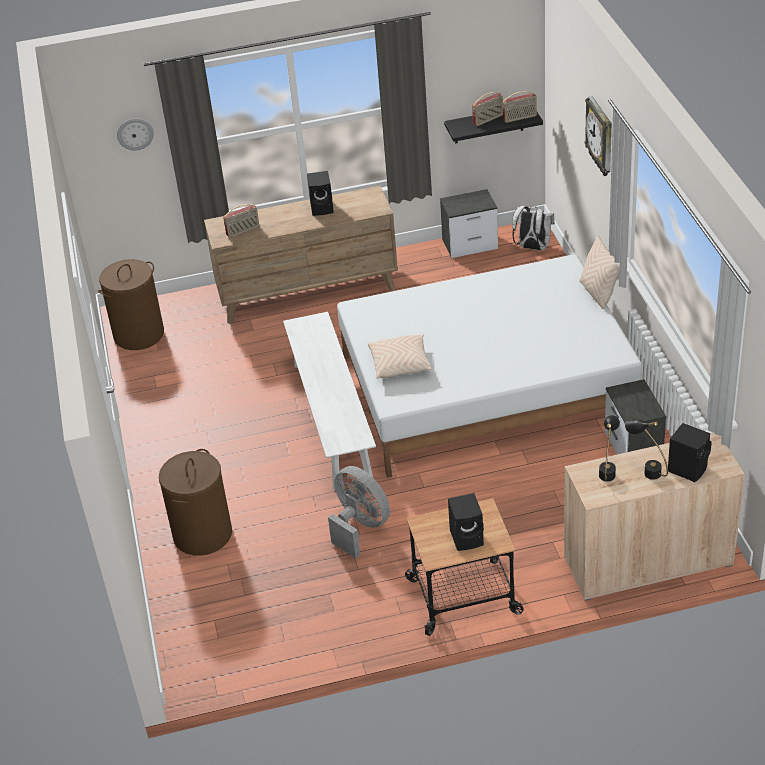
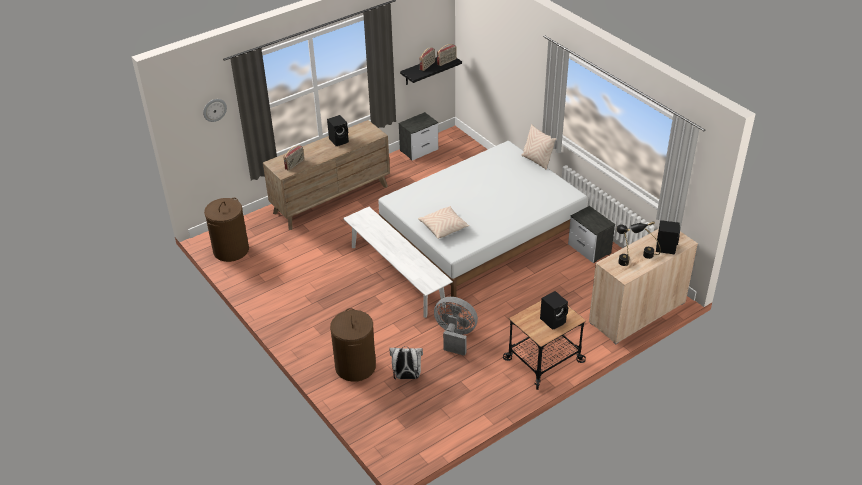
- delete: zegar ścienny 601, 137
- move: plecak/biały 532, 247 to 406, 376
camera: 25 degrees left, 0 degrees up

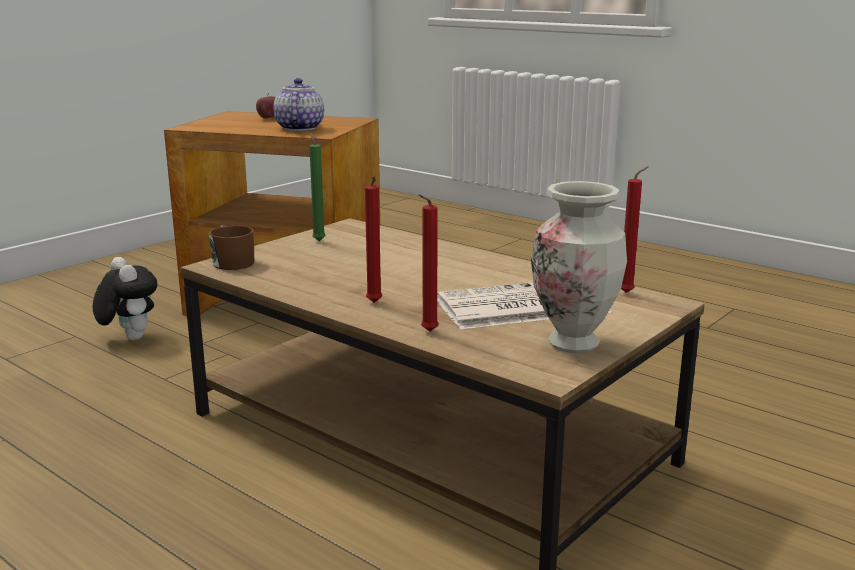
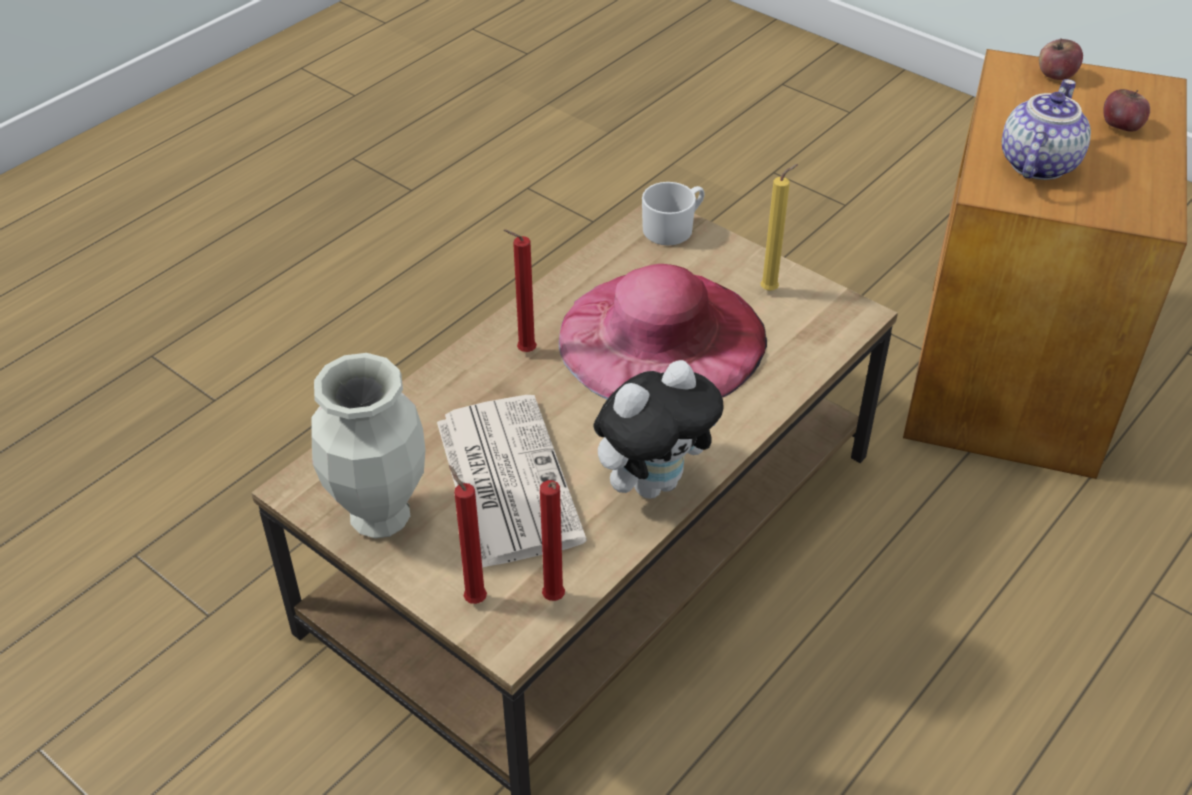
- rotate: imbryk 298, 128 = 1036, 163 60 degrees counterclockwise
- recolor: świeca/zielony 318, 240 to świeca/żółty 771, 290
- move: świeca/czerwony 427, 332 to 473, 598
- recolor: kubek/brązowy 231, 262 to kubek/biały 673, 228
- move: pluszak 129, 338 to 653, 482
- insert: jabłko 1055, 75
- insert: kapelusz/różowy 662, 337
camera: 90 degrees right, 25 degrees up

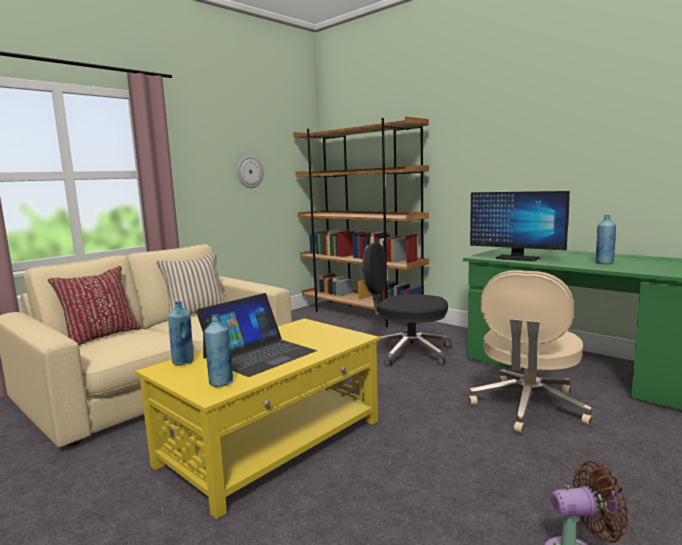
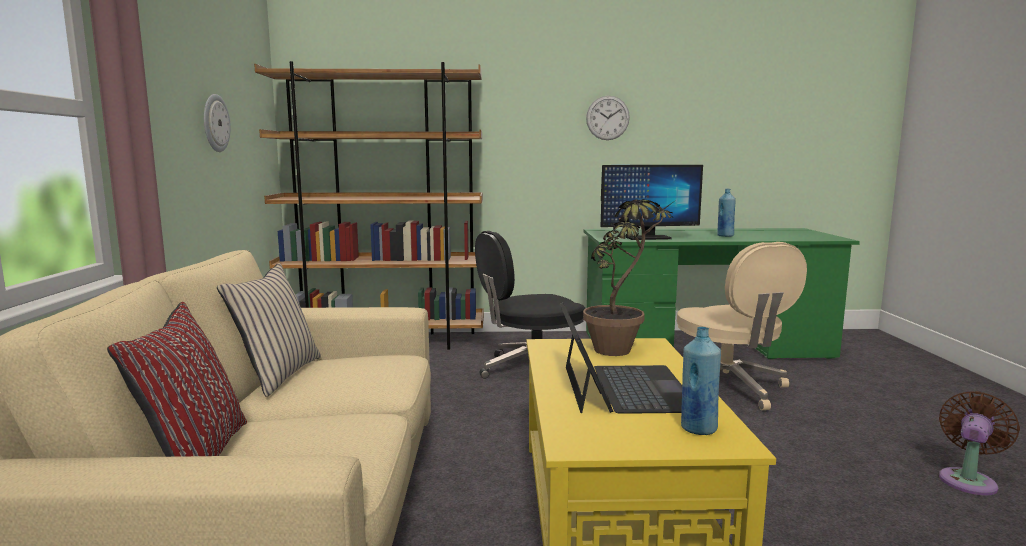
- delete: butelka/niebieski 183, 362
- insert: zegar ścienny 607, 118
- insert: roślina doniczkowa 622, 348
camera: 45 degrees left, 0 degrees up

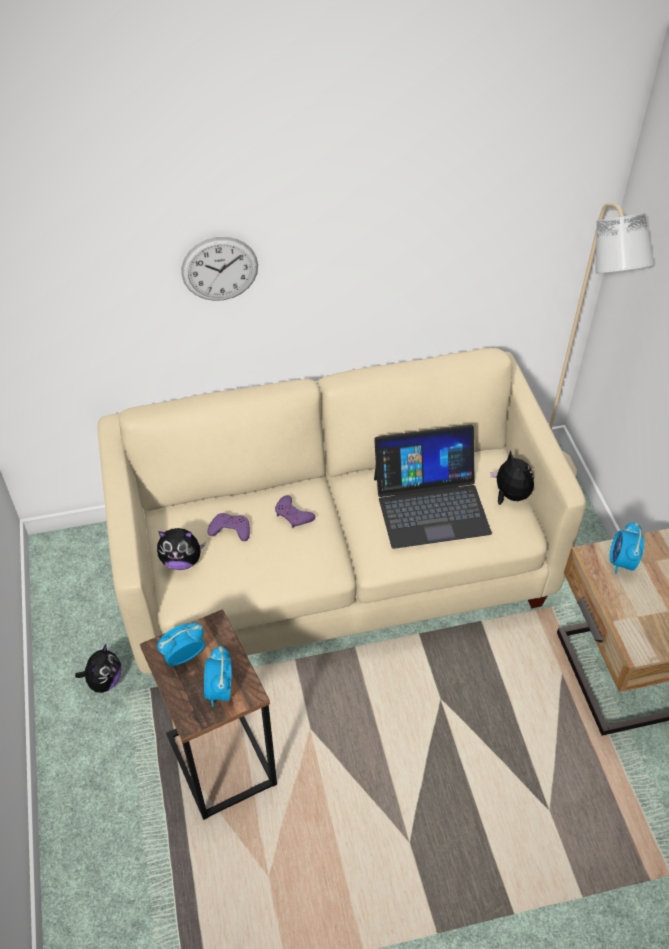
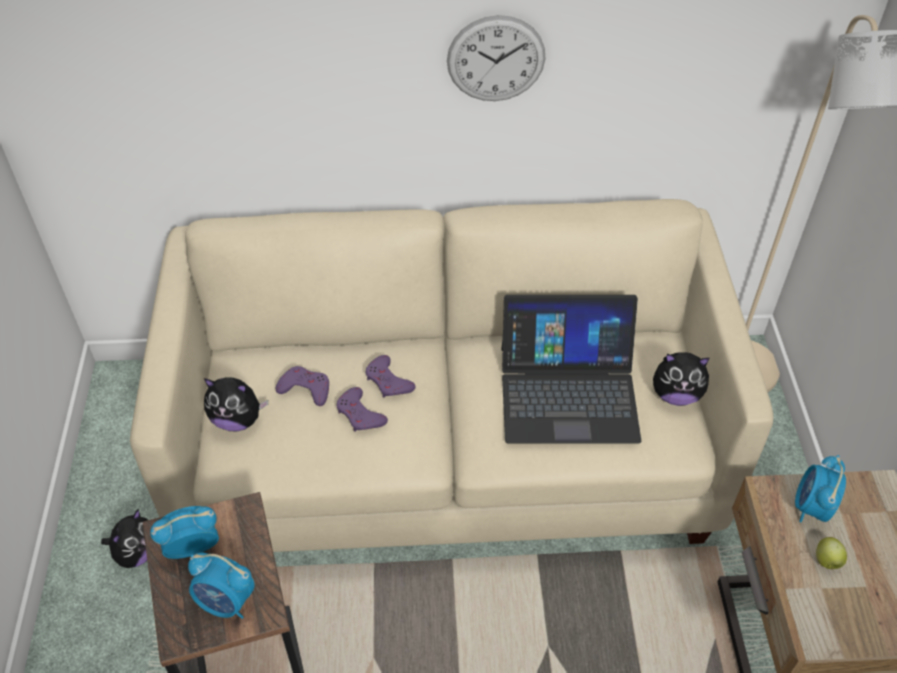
- move: zegar ścienny 219, 269 to 496, 59
- rotate: pluszak 510, 495 = 676, 394 120 degrees clockwise
- rotate: budzik 219, 690 = 226, 602 75 degrees counterclockwise
- insert: pad do gier/fioletowy 360, 414
- insert: jabłko 827, 561
camera: 10 degrees right, 0 degrees up

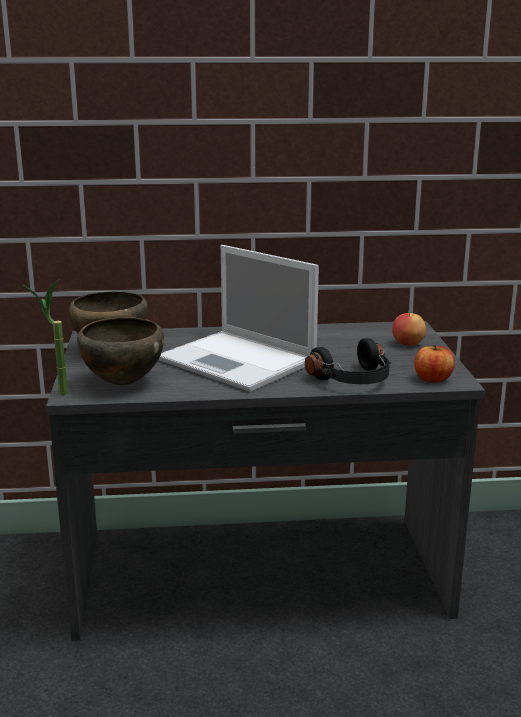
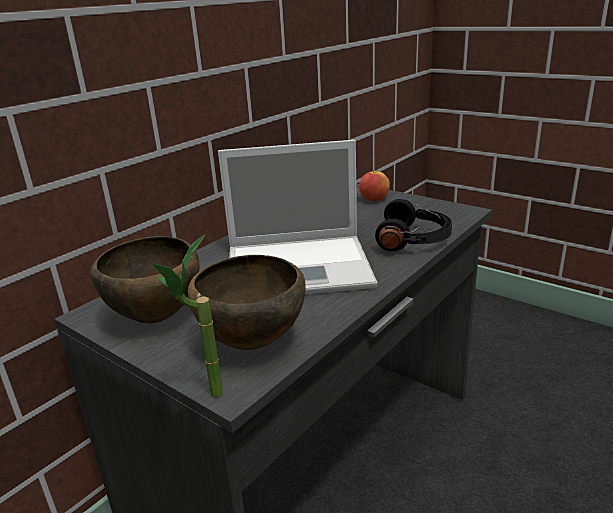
- delete: jabłko 432, 379
camera: 45 degrees left, 5 degrees up

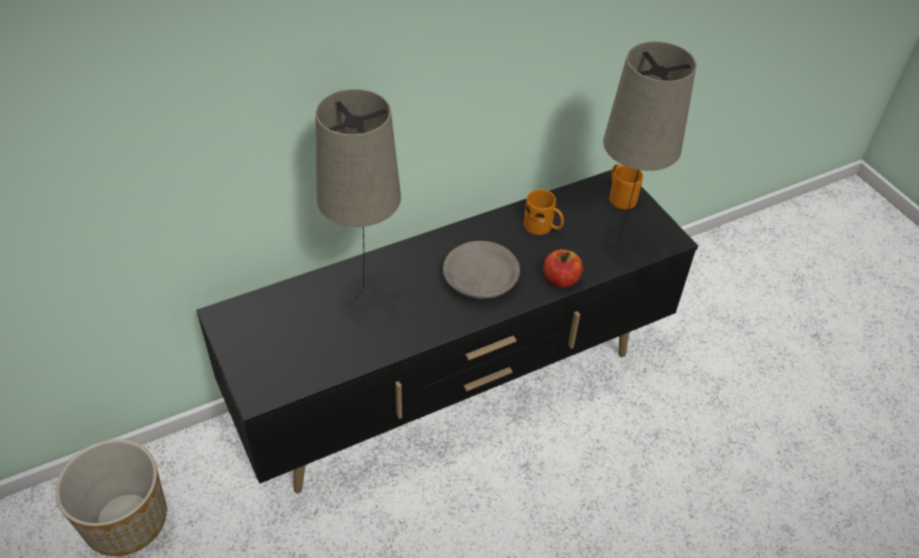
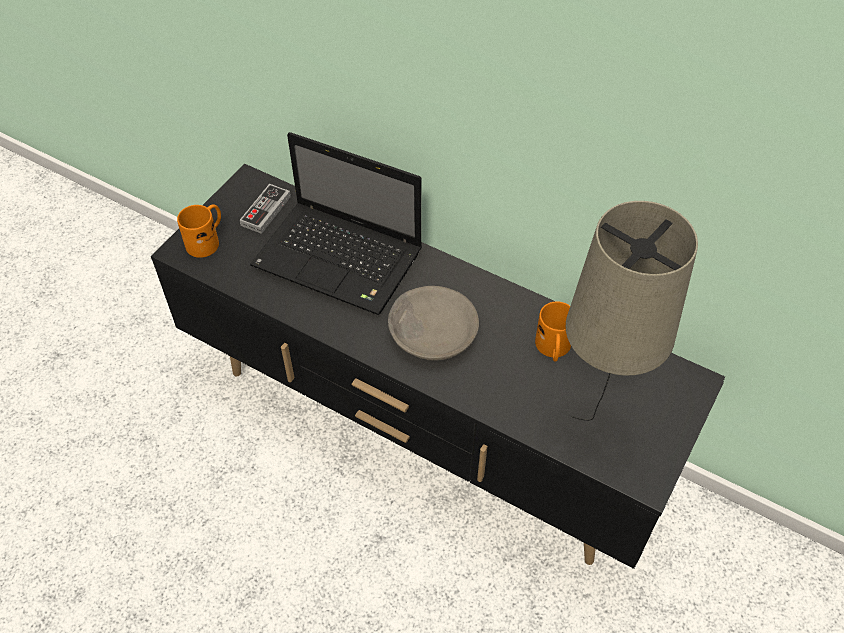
- replace: lampa stołowa/beżowy 365, 297 to laptop 341, 260
- move: kubek/pomarańczowy 619, 196 to 207, 240
- delete: jabłko 560, 280
- delete: donica 125, 520
- insert: pad do gier 266, 211
camera: 60 degrees right, 5 degrees up

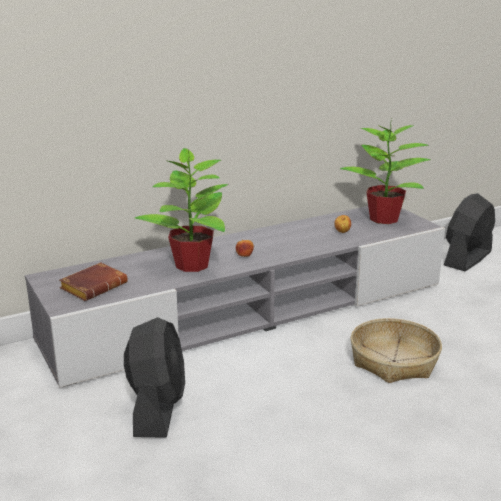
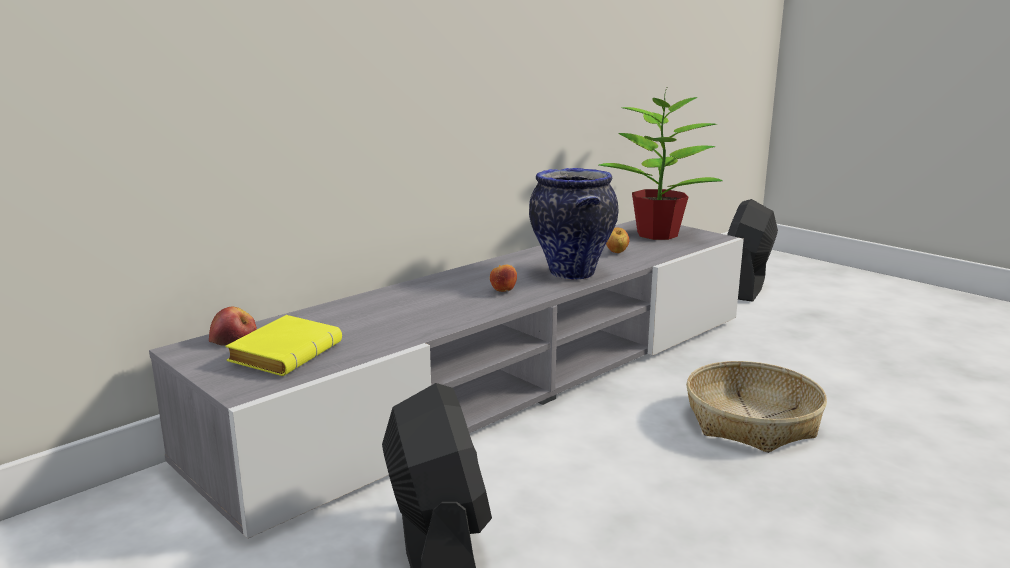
- delete: roślina doniczkowa 191, 265
- recolor: książka/brązowy 94, 286 to książka/żółty 285, 353
- insert: wazon 571, 273
- insert: jabłko 233, 338
camera: 15 degrees left, 5 degrees down

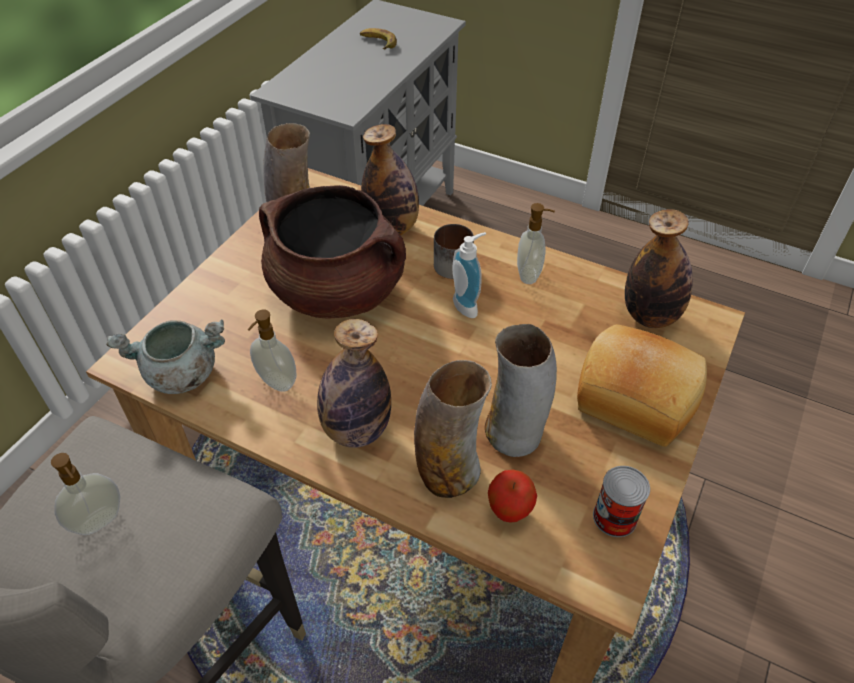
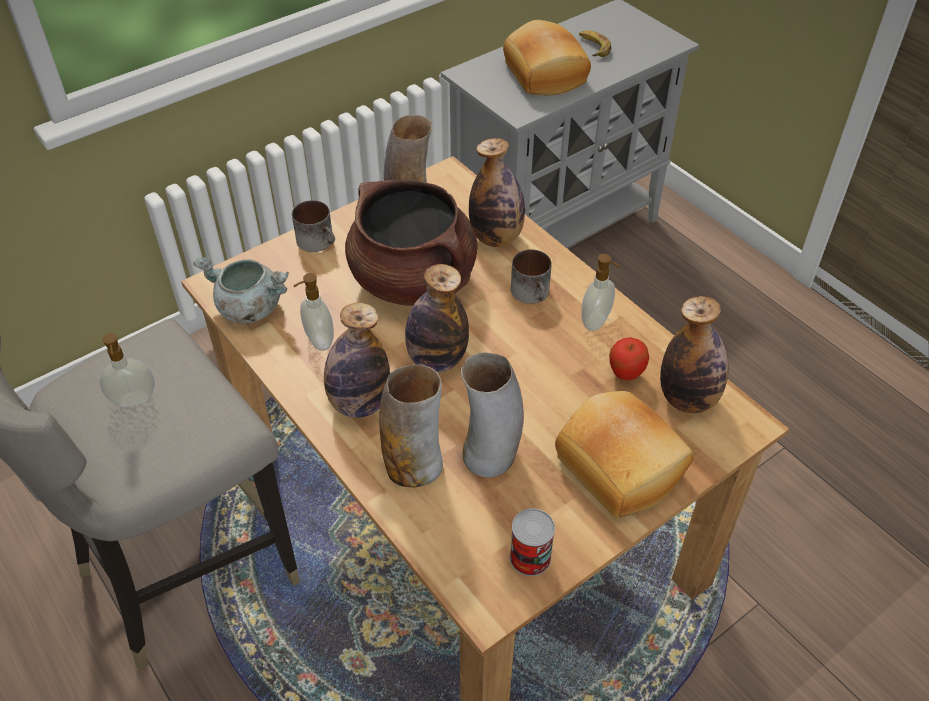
- delete: dozownik mydła 468, 305
- move: jabłko 509, 511 to 625, 374
- insert: chleb 543, 75
- insert: kubek 319, 241
- insert: butelka 437, 360
camera: 25 degrees right, 0 degrees up

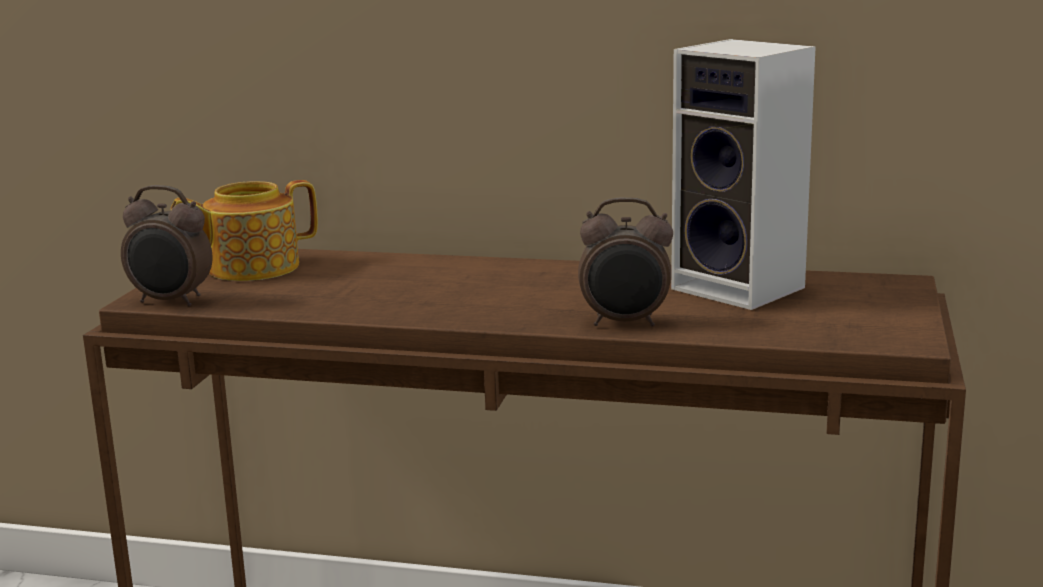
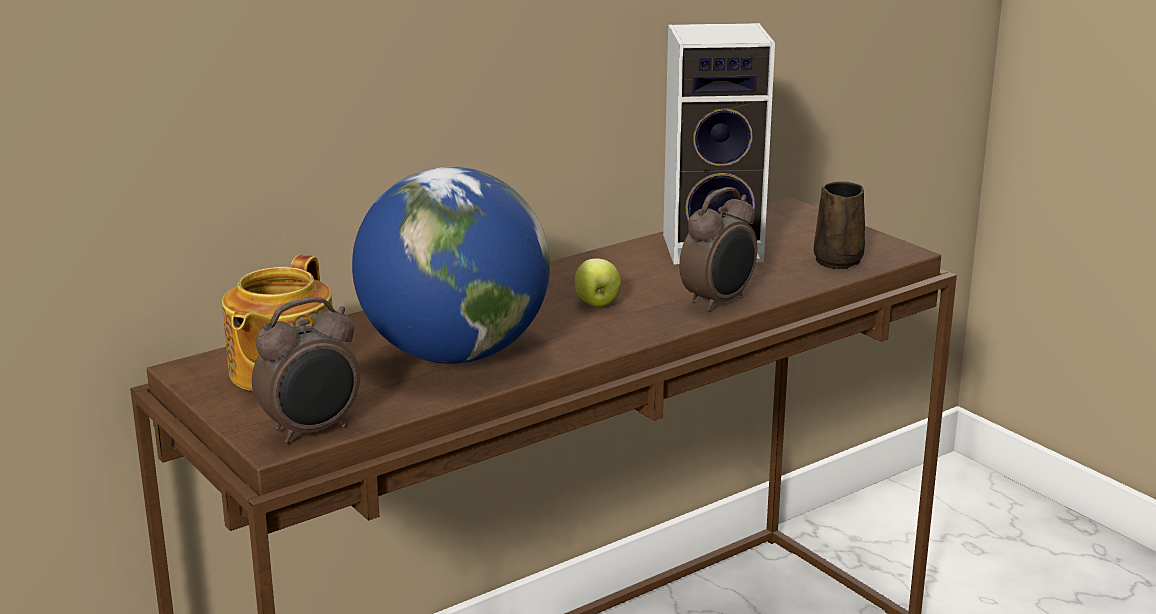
- insert: globus 454, 354
- insert: kubek/brązowy 839, 260
- insert: jabłko 597, 304
camera: 50 degrees left, 5 degrees up

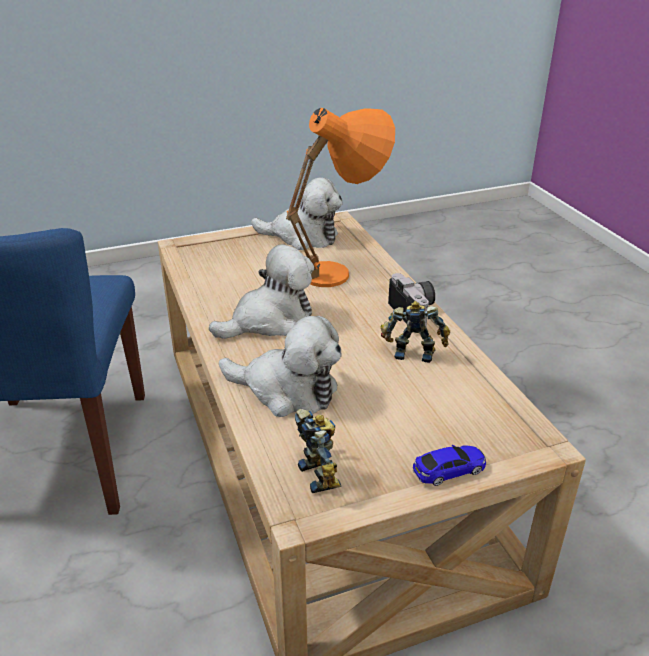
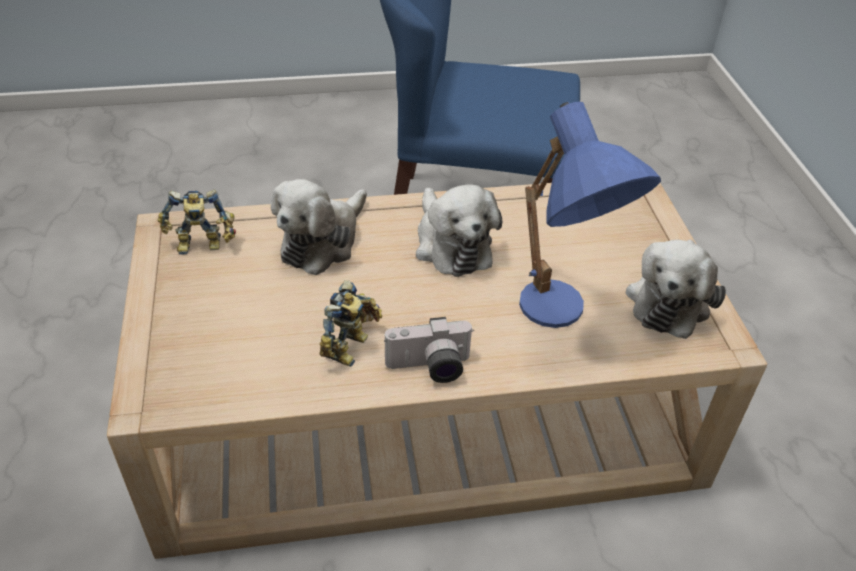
- recolor: lampa stołowa/pomarańczowy 342, 271 to lampa stołowa/niebieski 559, 322
- delete: samochodzik 449, 470
camera: 100 degrees right, 10 degrees up

